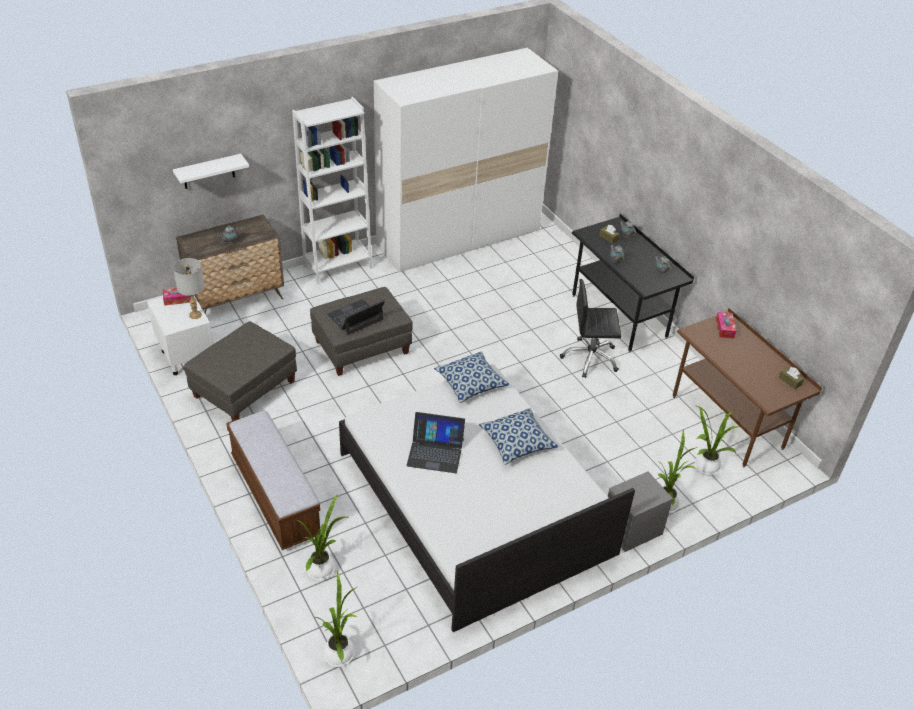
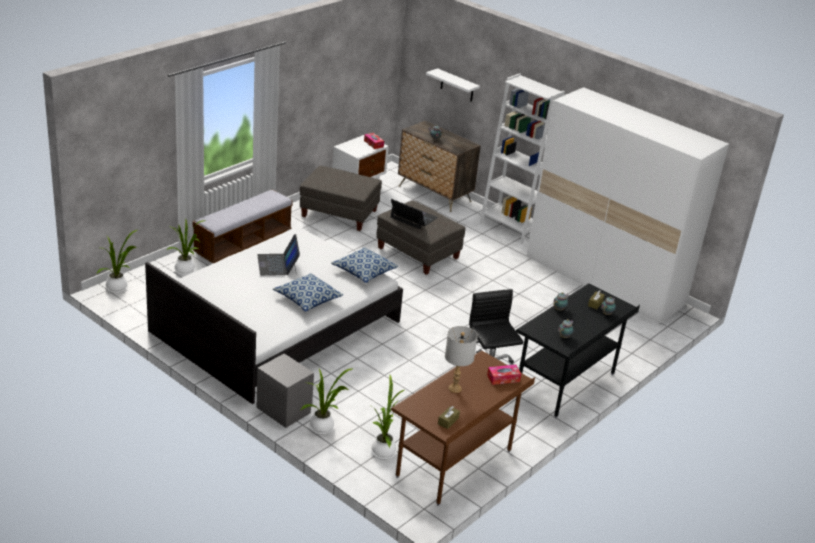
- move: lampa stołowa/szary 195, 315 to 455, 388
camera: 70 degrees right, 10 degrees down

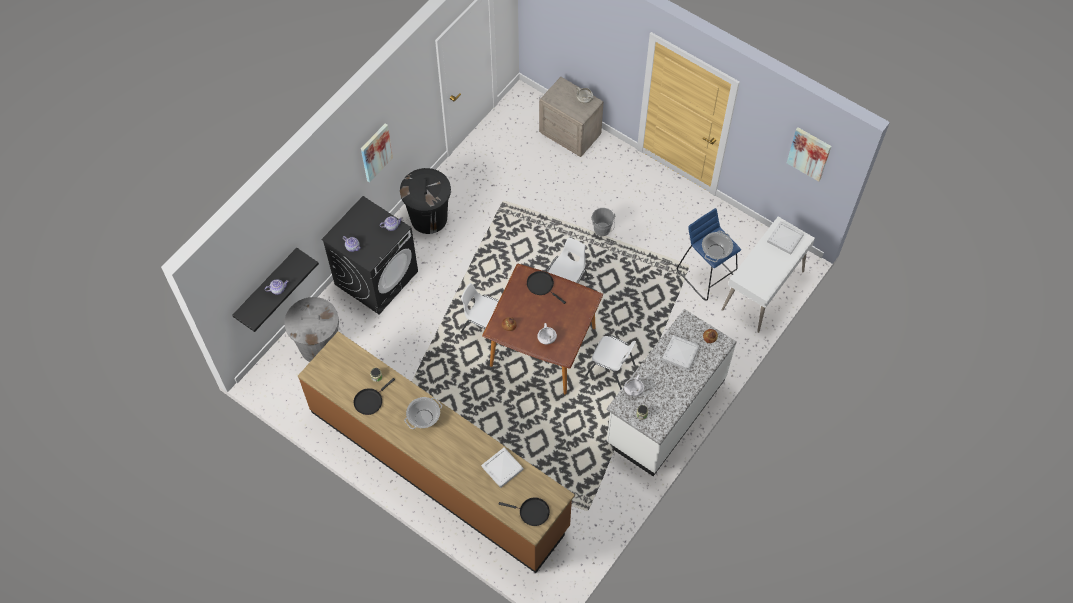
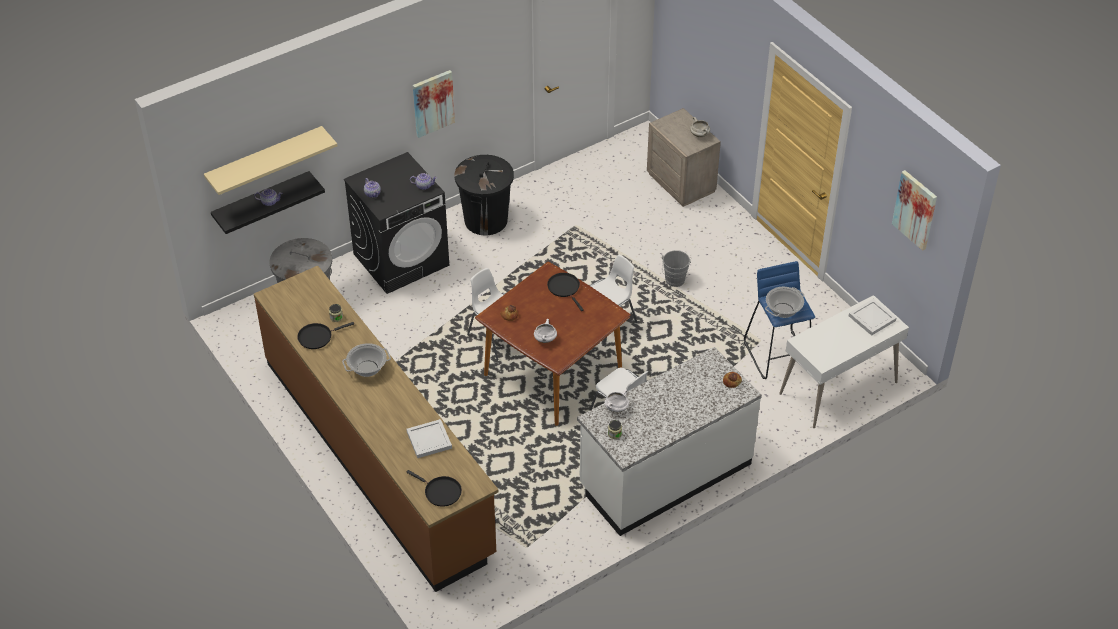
- delete: taca/biały 681, 353
- insert: półka/beżowy 265, 159
camera: 20 degrees right, 15 degrees down

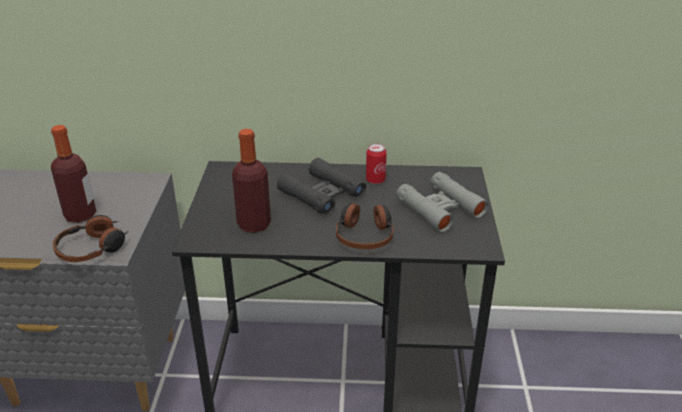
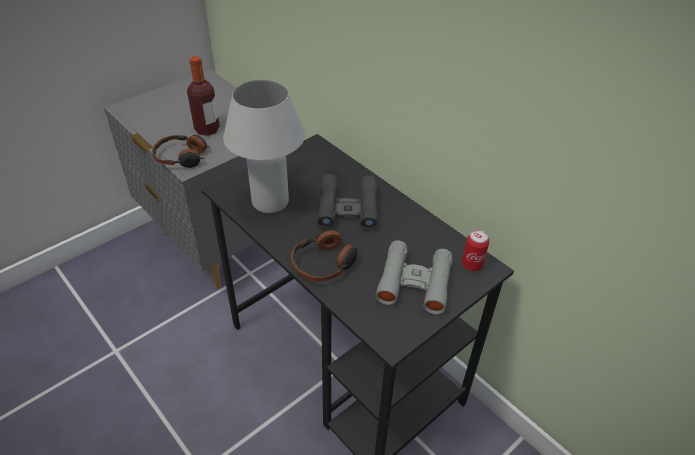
- replace: butelka 254, 224 to lampa stołowa/biały 270, 202
- move: puszka 375, 180 to 472, 265
camera: 45 degrees right, 10 degrees up

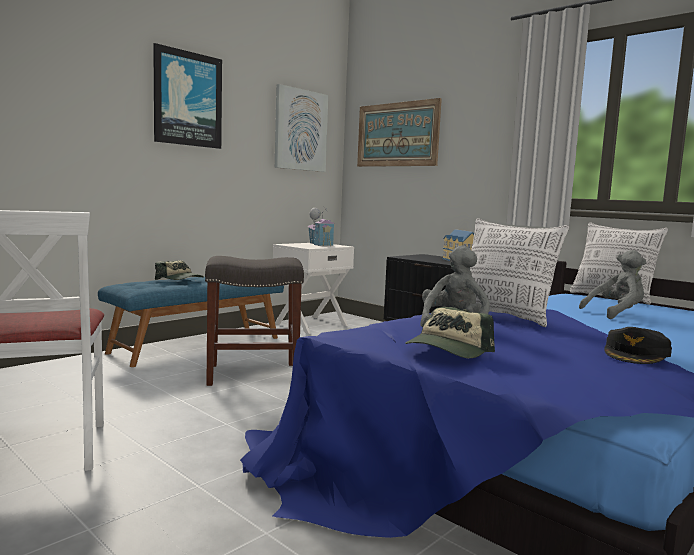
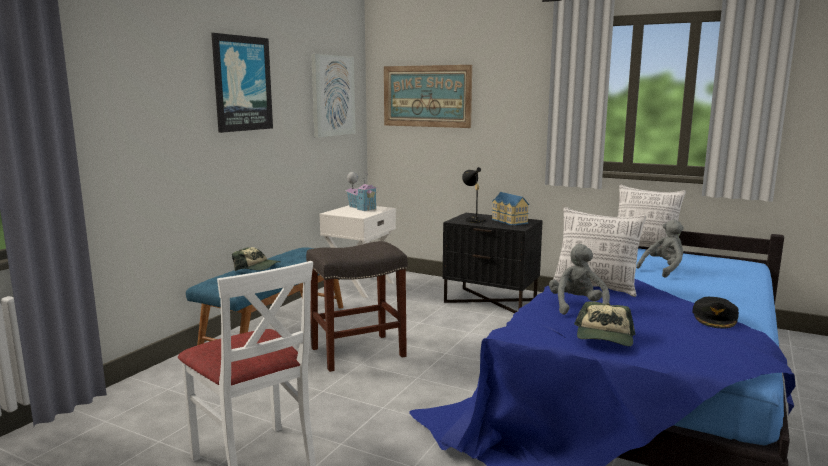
- insert: lampa stołowa/czarny 474, 220
camera: 15 degrees left, 5 degrees up

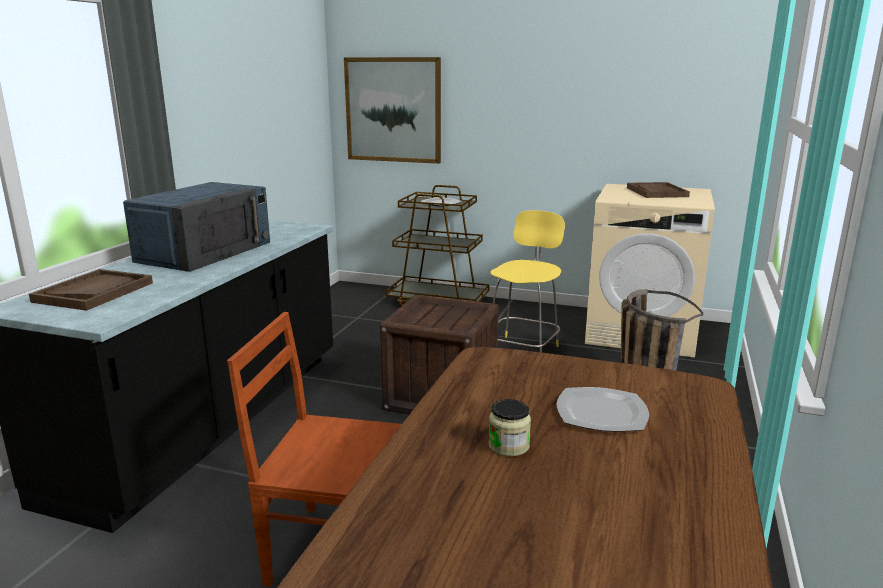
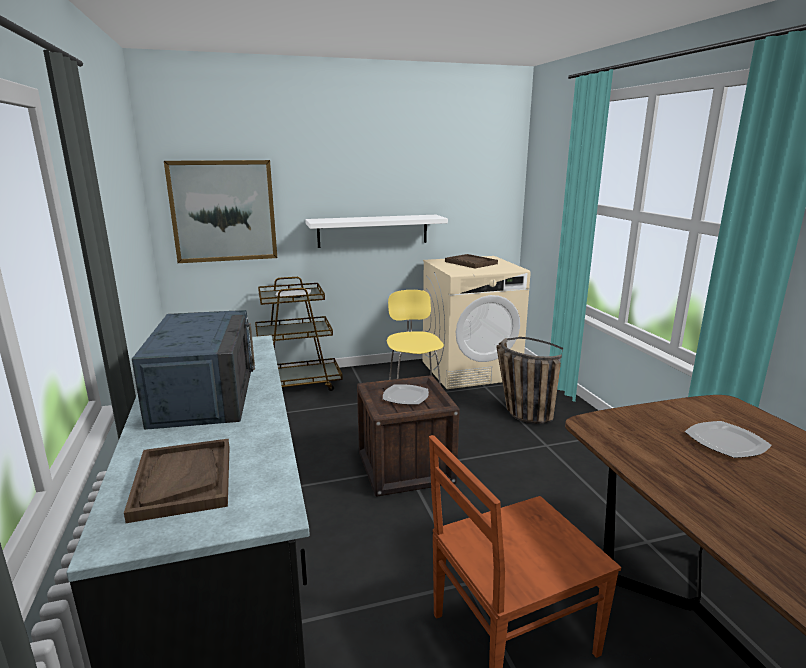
- delete: słoik 508, 446
- insert: półka/biały 373, 230
- insert: talerz 406, 396
camera: 35 degrees left, 0 degrees up

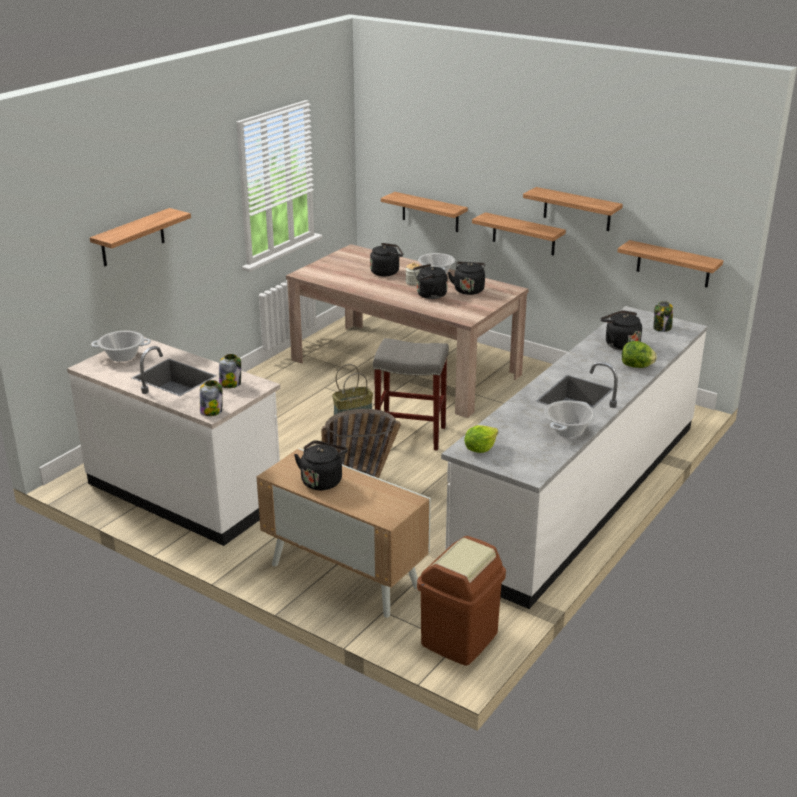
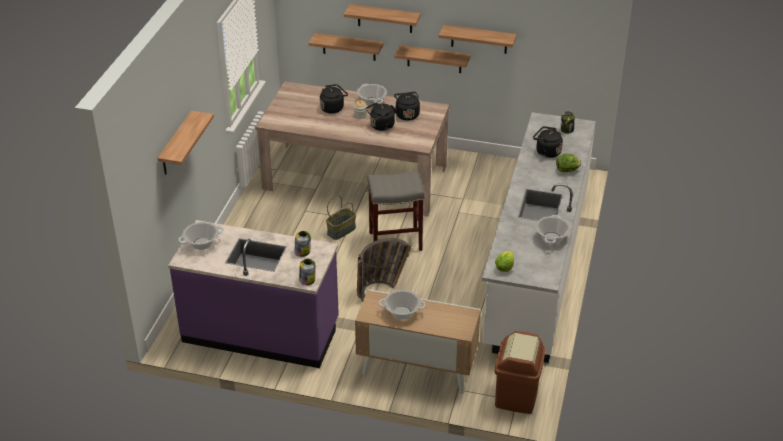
- move: półka 673, 264 to 385, 18
- recolor: zabudowa kuchenna/biały 185, 492 to zabudowa kuchenna/fioletowy 261, 331
- replace: czajnik/czarny 322, 480 to garnek 402, 312
camera: 20 degrees left, 10 degrees up

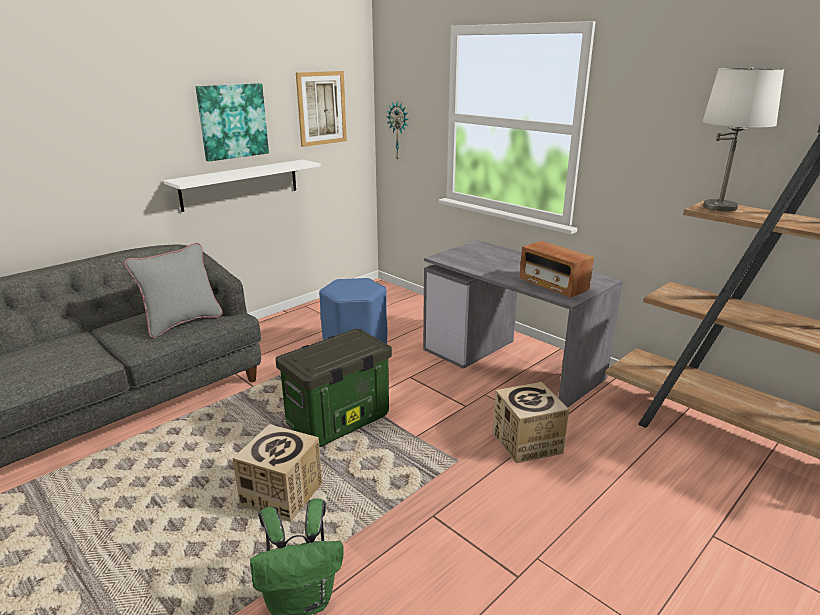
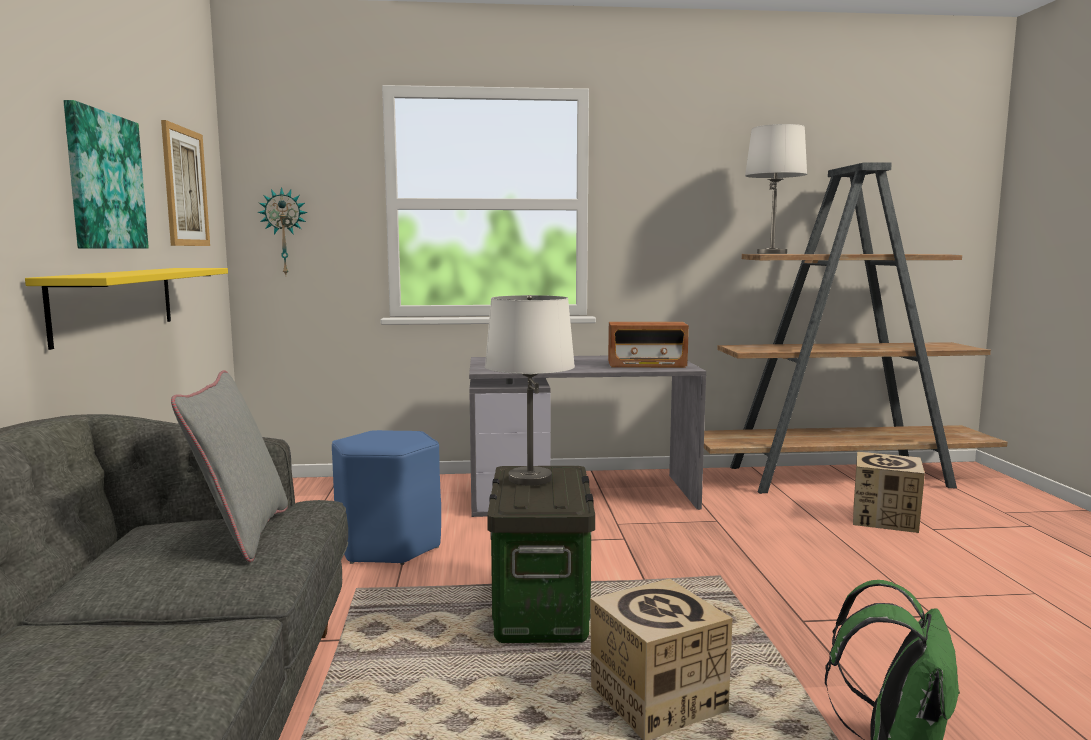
- recolor: półka/biały 240, 184 to półka/żółty 115, 302
- move: karton 527, 443 to 885, 519
- insert: lampa stołowa/biały 529, 479
camera: 50 degrees left, 15 degrees down

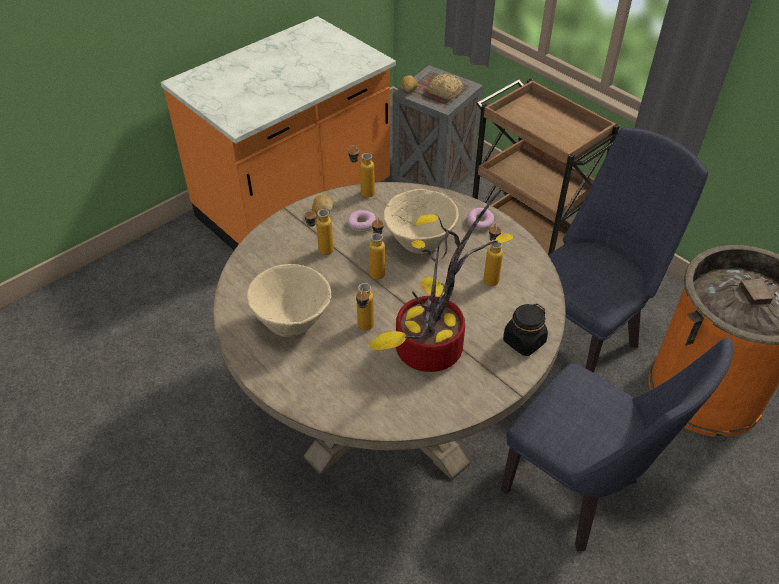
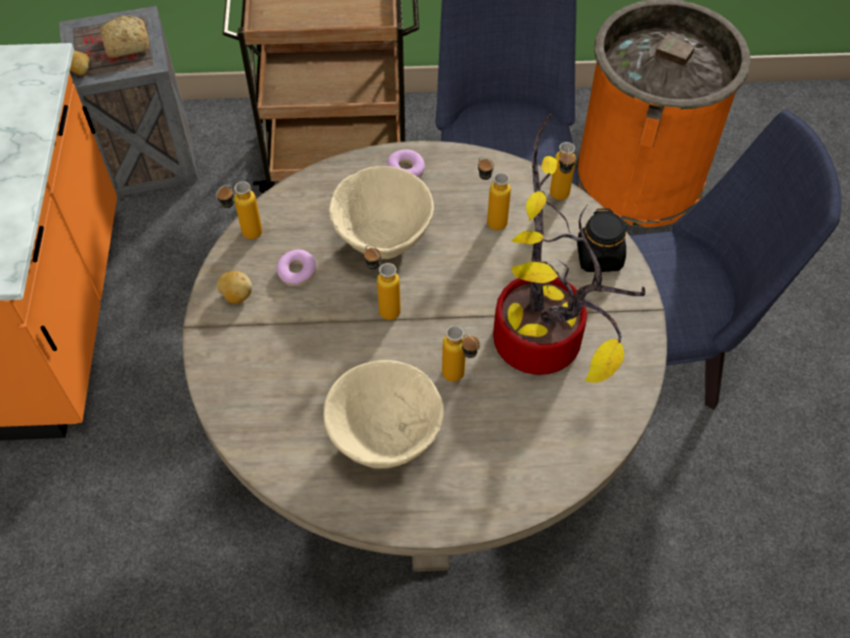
- move: butelka 320, 253 to 559, 200
camera: 50 degrees left, 10 degrees up

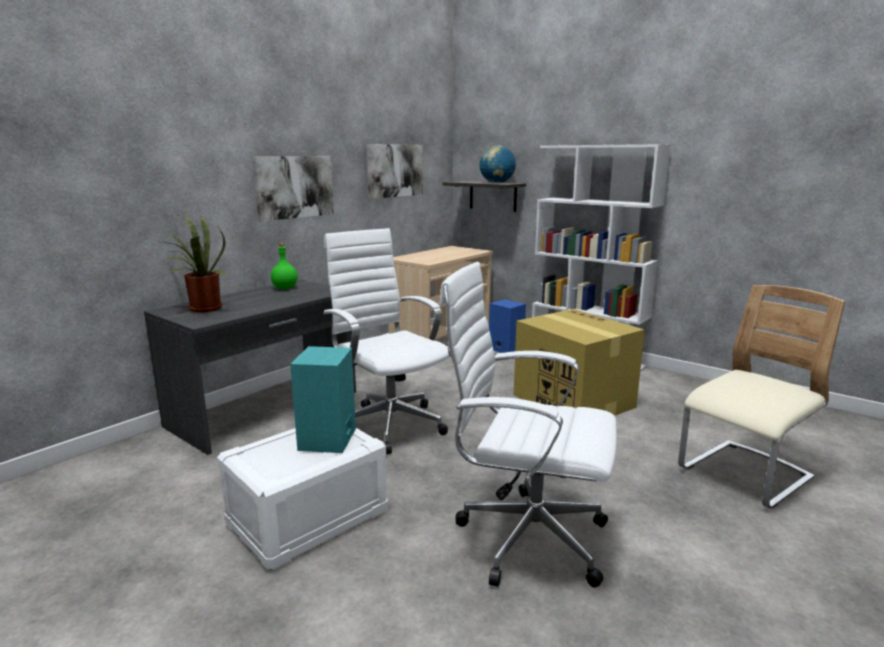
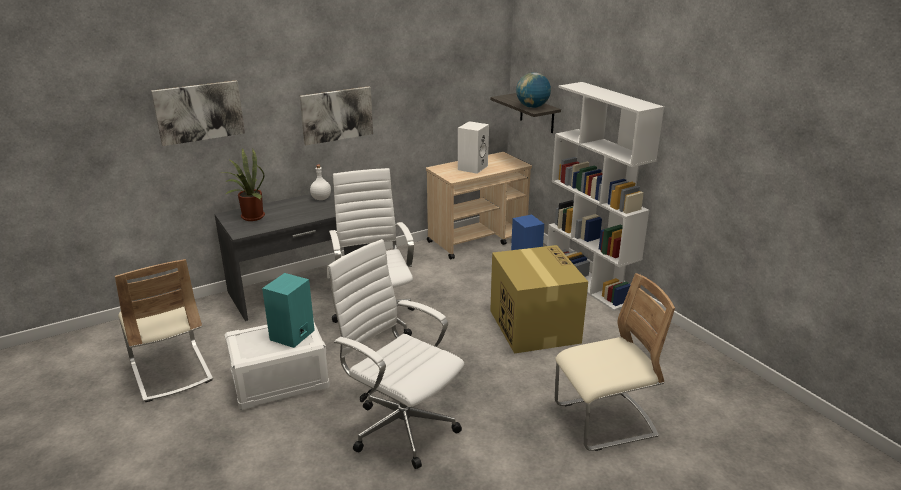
- move: obraz 394, 170 to 199, 112
- recolor: butelka/zielony 285, 288 to butelka/biały 321, 198
- insert: głośnik/biały 472, 167
- insert: krzesło/beżowy 171, 372
camera: 20 degrees right, 10 degrees up

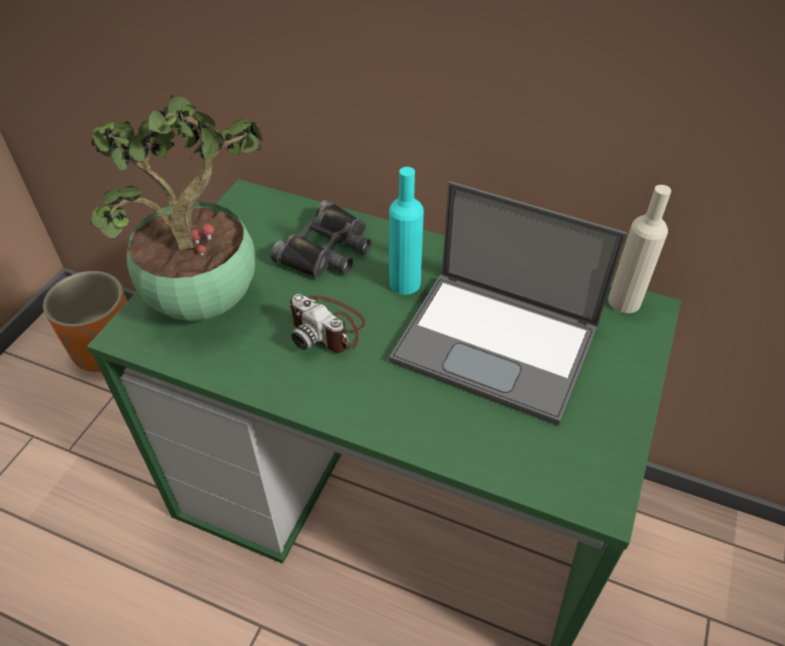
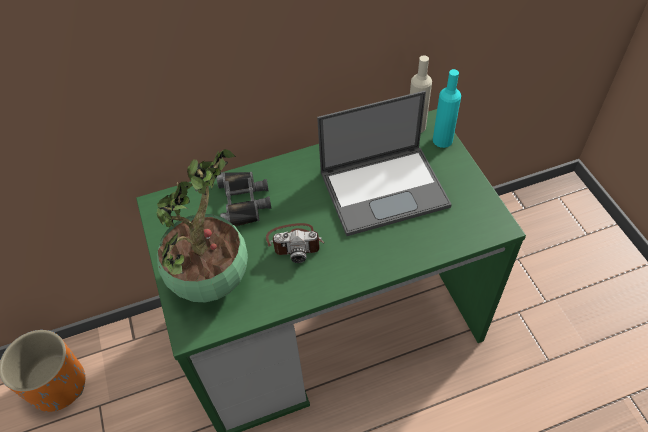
- move: butelka/turkusowy 405, 283 to 442, 140
camera: 40 degrees left, 5 degrees up

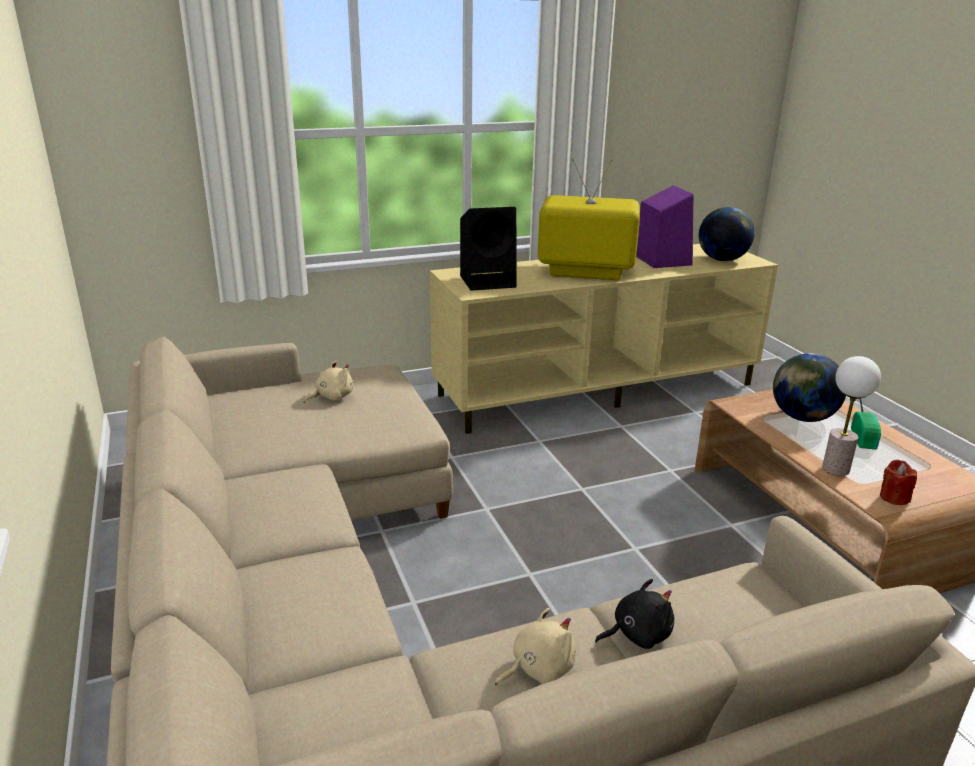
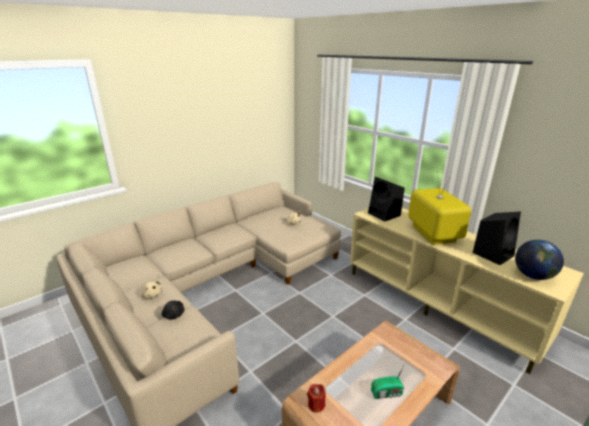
- recolor: głośnik/fioletowy 662, 260 to głośnik/czarny 493, 254
- delete: globus 802, 417
- delete: lampa stołowa 836, 469
camera: 70 degrees right, 0 degrees up

